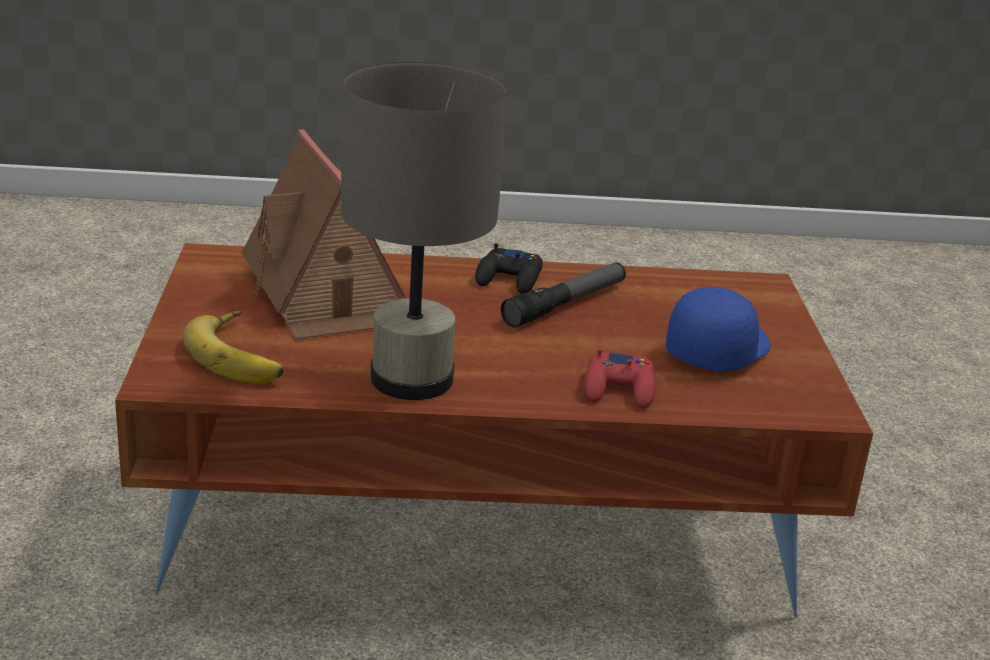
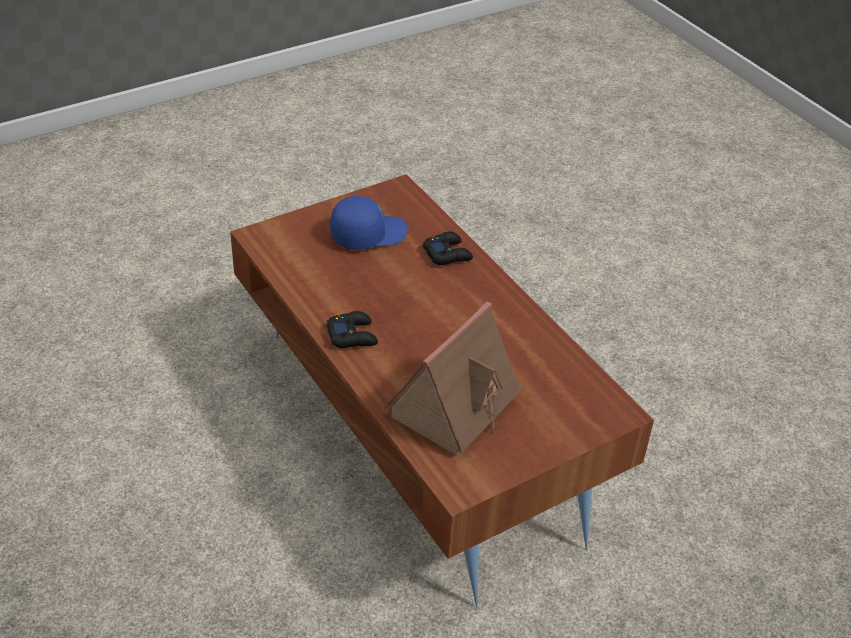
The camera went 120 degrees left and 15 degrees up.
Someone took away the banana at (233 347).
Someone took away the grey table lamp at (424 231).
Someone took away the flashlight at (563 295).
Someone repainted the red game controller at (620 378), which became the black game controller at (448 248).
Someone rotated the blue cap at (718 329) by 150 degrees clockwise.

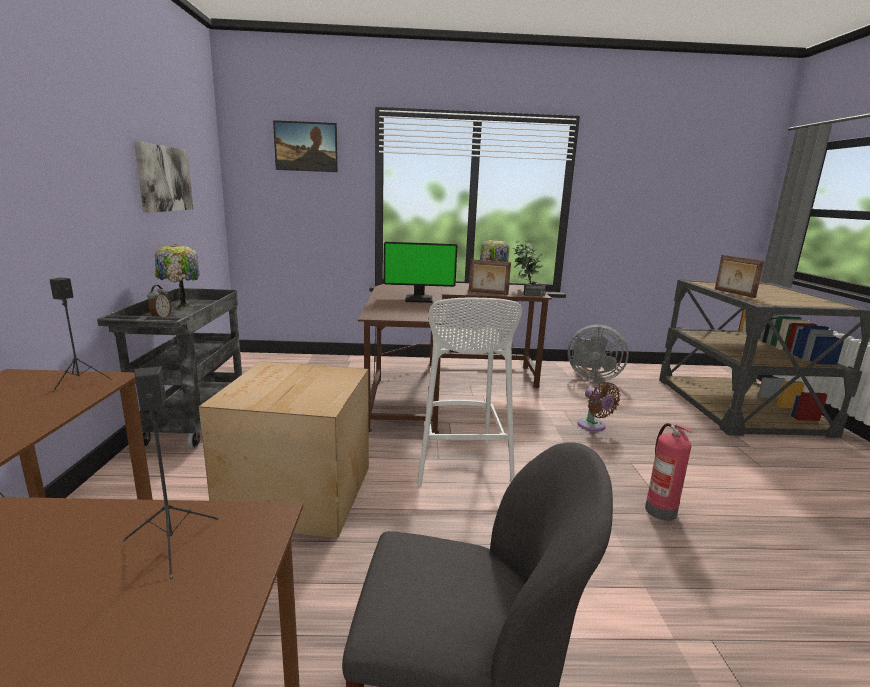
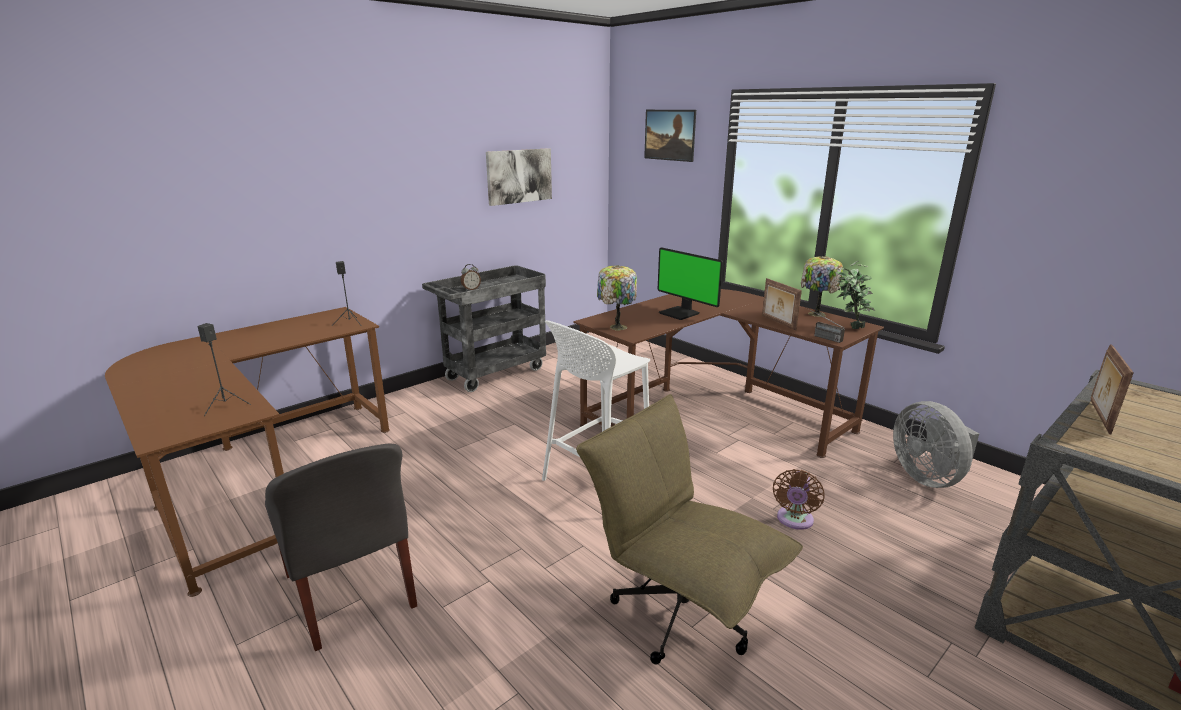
The camera went 50 degrees right and 5 degrees up.
Someone took away the cardboard box at (284 449).
Someone carried the table lamp from (177 276) to (617 298).
Someone swapped the fire extinguisher at (668 471) for the beige office chair at (689 529).

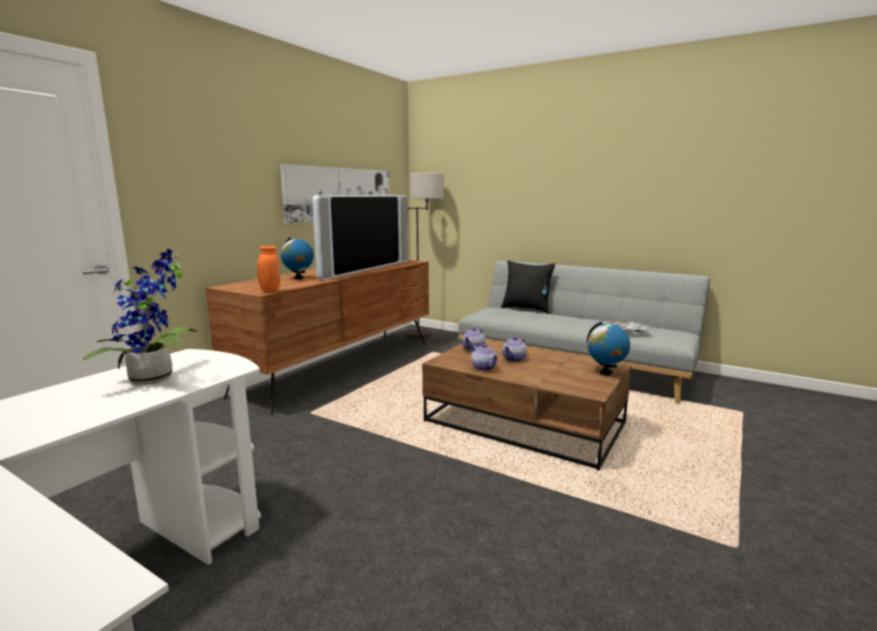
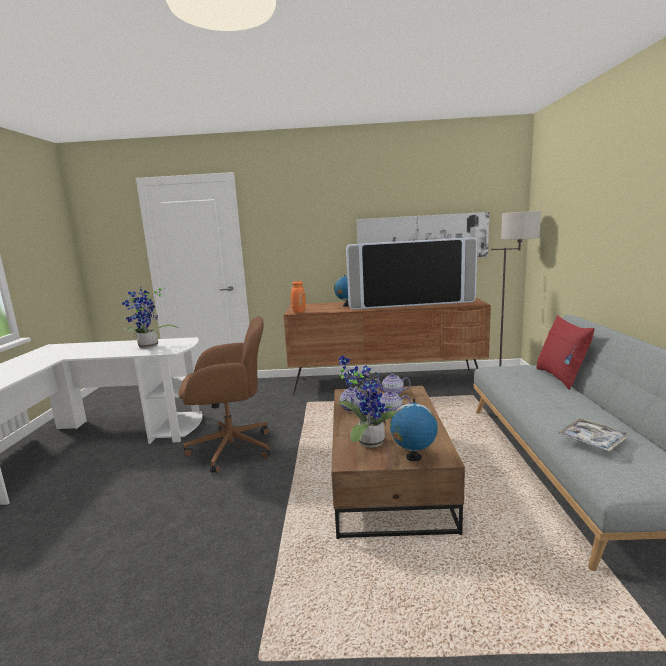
The camera went 60 degrees right and 0 degrees up.
Someone put down the brown office chair at (224 394).
Someone put down the potted plant at (366 402).
Someone repainted the black pillow at (528 287), which became the red pillow at (566 352).

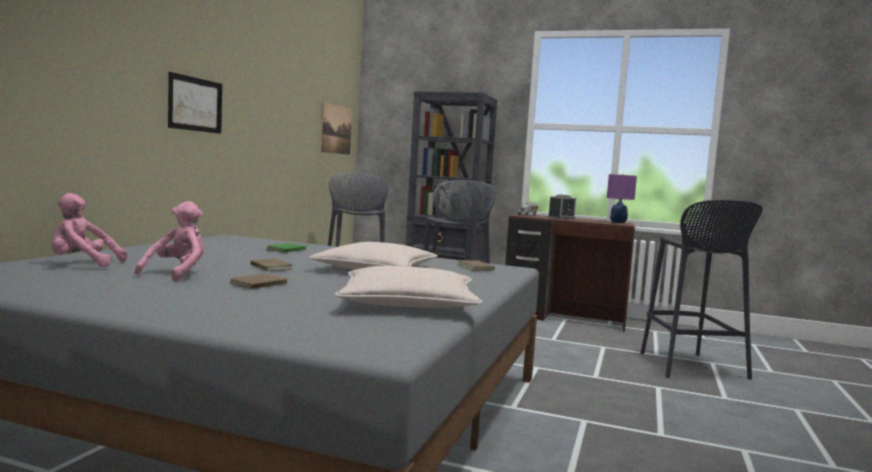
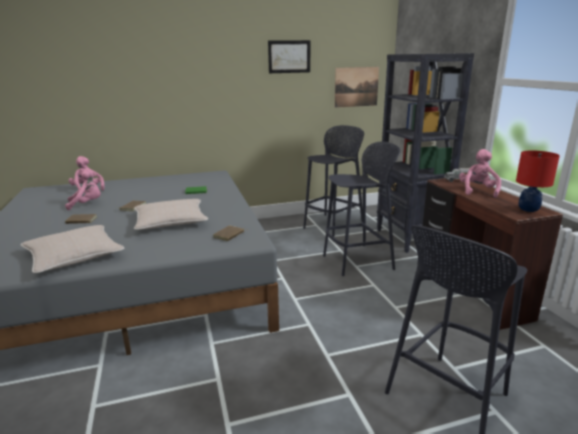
The camera went 55 degrees right and 15 degrees up.
Someone carried the picture from (195 103) to (289 56).
Someone swapped the alarm clock at (562 207) for the pink plush toy at (480 173).
Someone repainted the purple table lamp at (622 198), which became the red table lamp at (538 181).

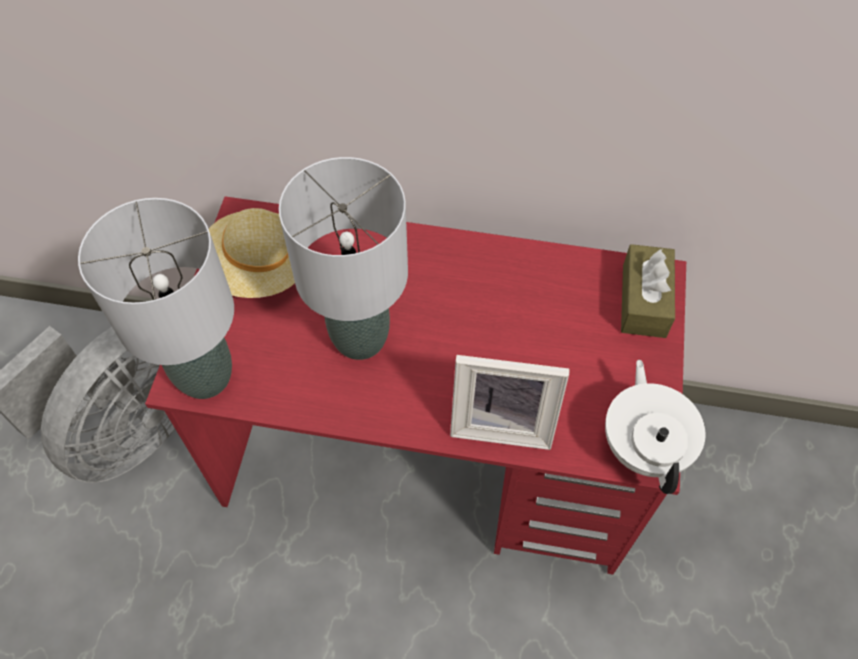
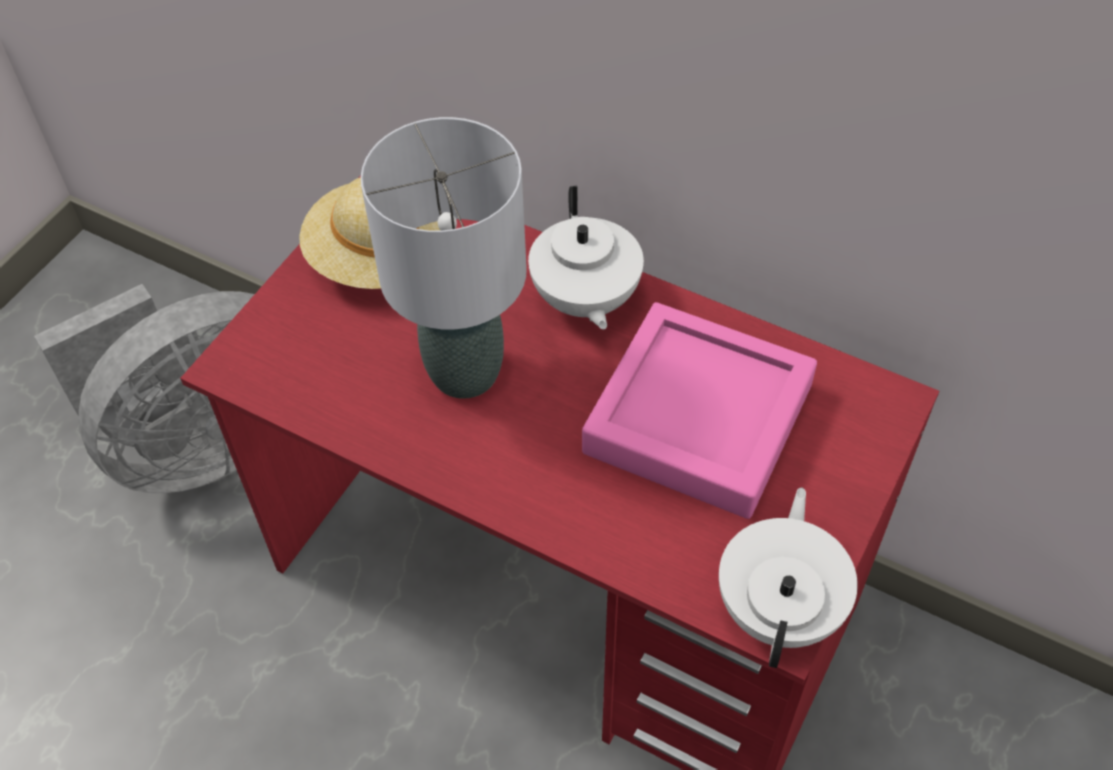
The camera went 20 degrees right and 5 degrees down.
Someone took away the grey table lamp at (156 298).
Someone took away the picture frame at (510 402).
Someone took away the brown tissue box at (648 291).
Someone put down the white teapot at (586 258).
Someone put down the pink tray at (699 410).

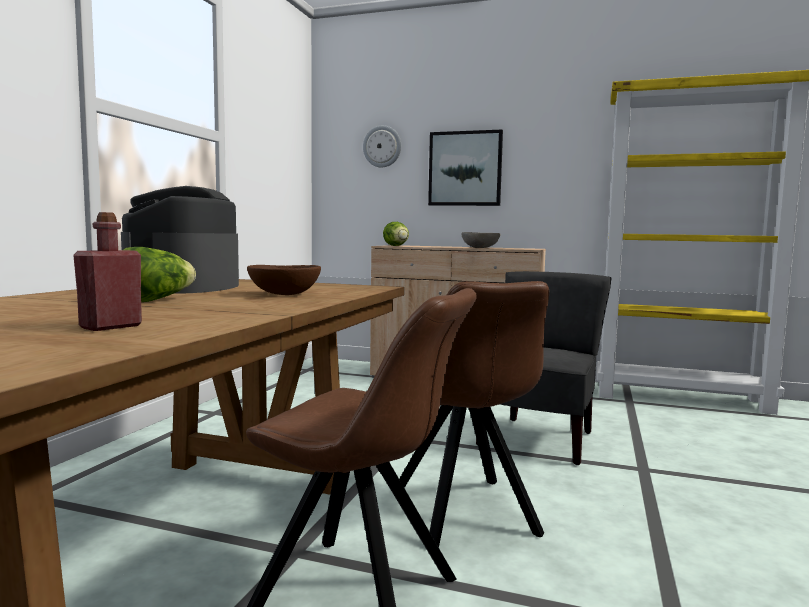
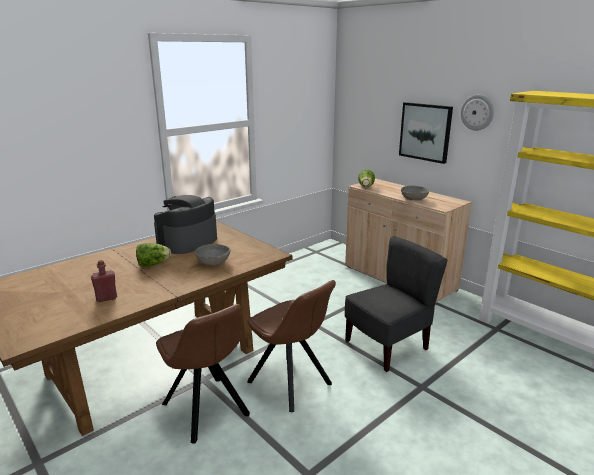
The camera went 30 degrees right and 15 degrees up.
Someone carried the wall clock from (382 146) to (477 113).
Someone repainted the brown bowl at (284 280), which became the grey bowl at (212 255).
Someone rotated the brown chair at (474 414) by 60 degrees counterclockwise.

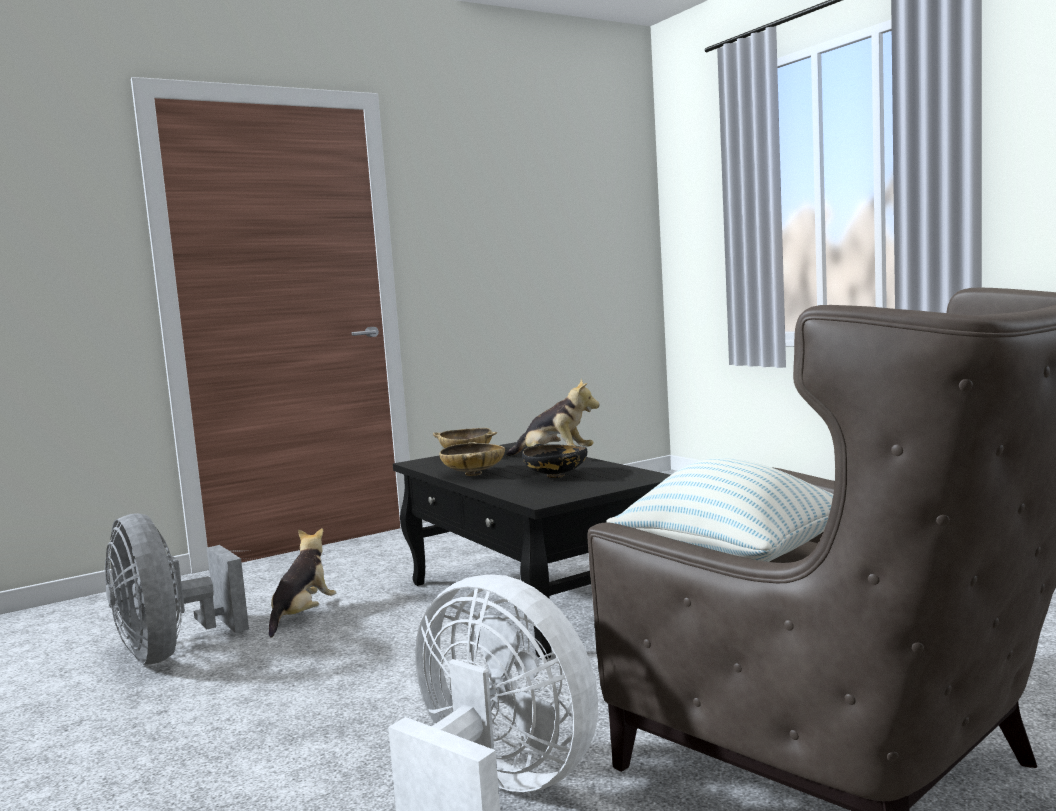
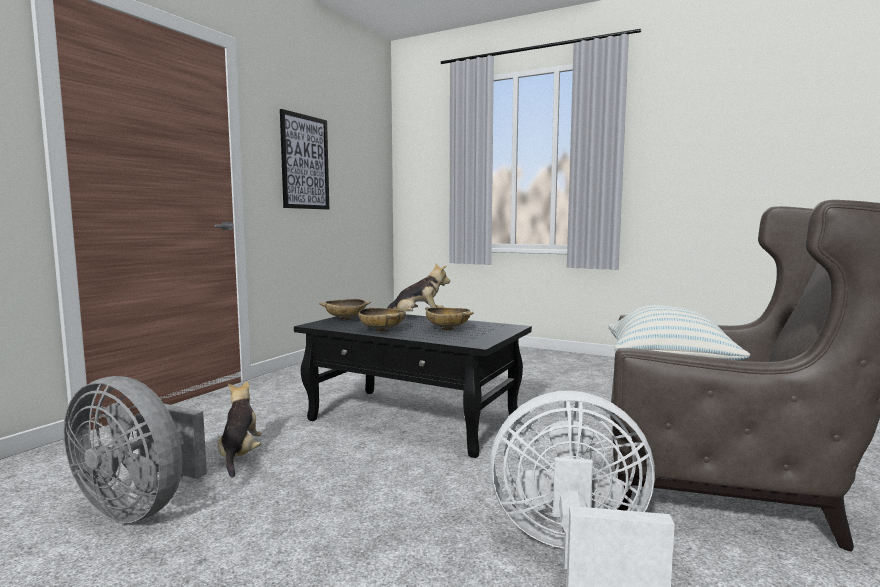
The camera went 30 degrees left and 0 degrees up.
Someone put up the picture at (304 159).
Someone repainted the black bowl at (554 461), which became the beige bowl at (449 318).

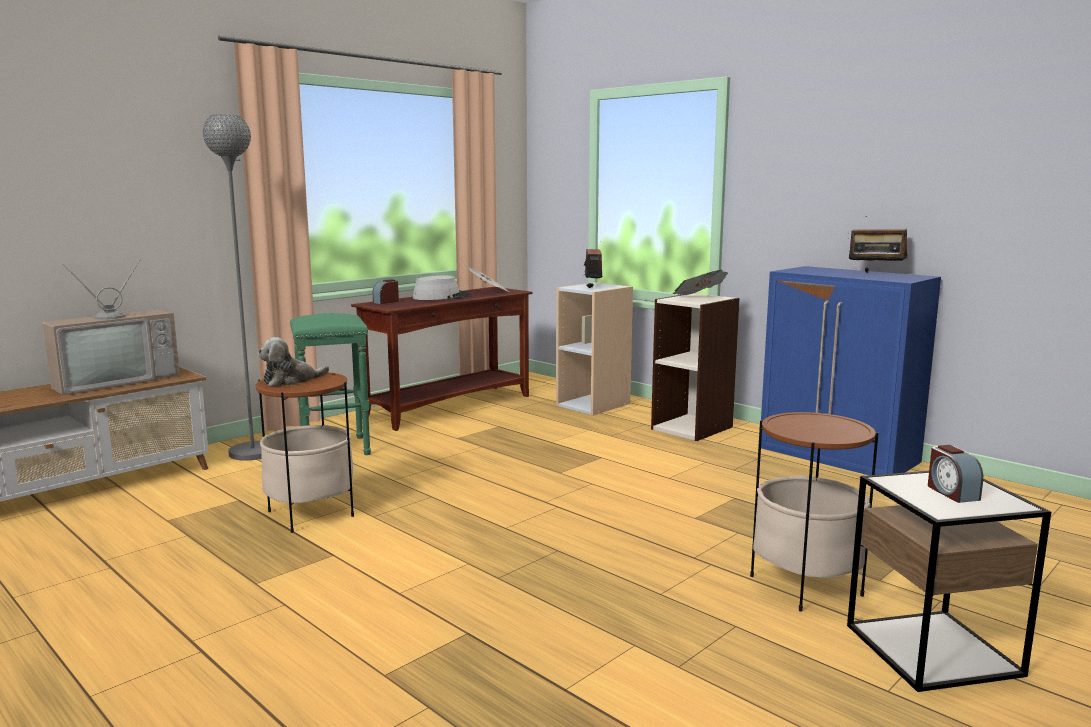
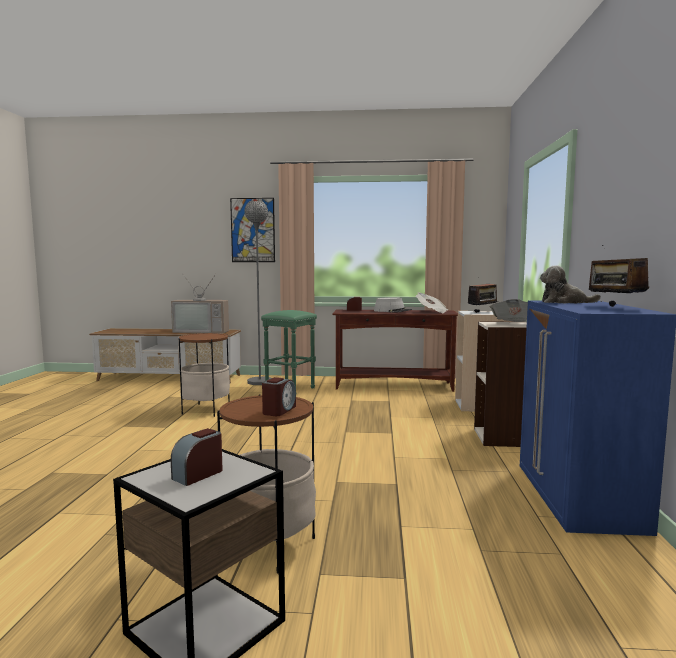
The camera went 50 degrees right and 5 degrees down.
Someone put up the picture at (252 230).
Someone put down the alarm clock at (279 396).
Someone carried the plush toy from (293 362) to (570 284).

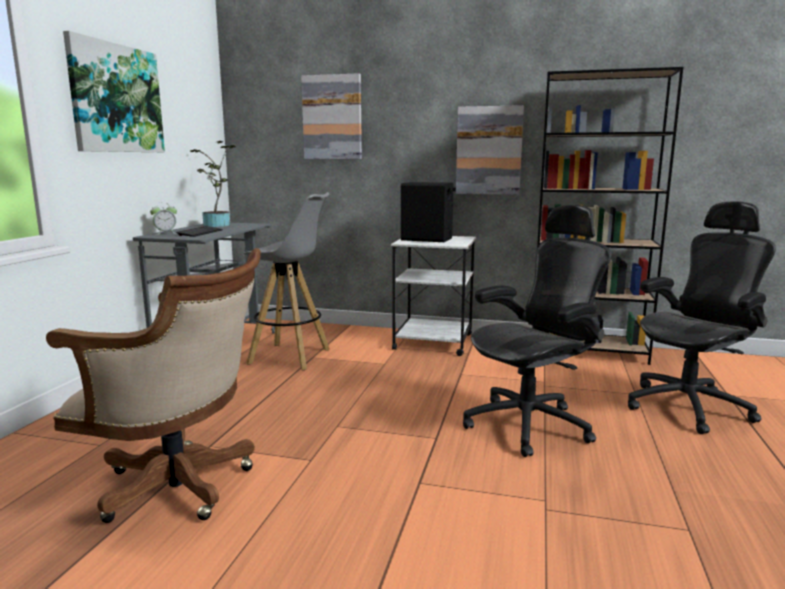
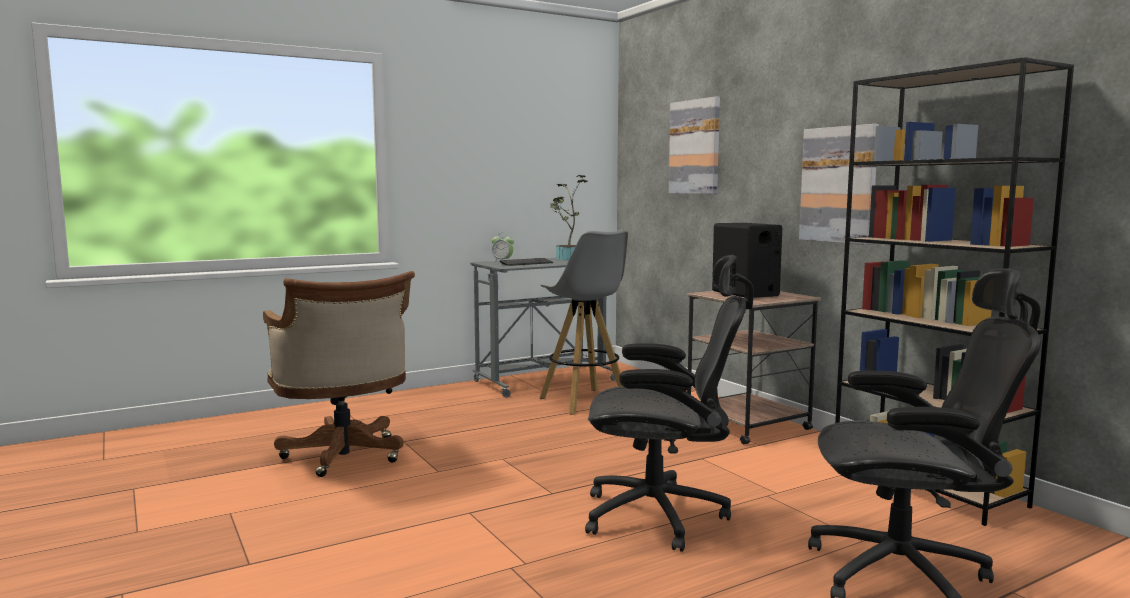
The camera went 45 degrees right and 5 degrees down.
Someone took away the picture at (114 91).
Someone repainted the white cart at (433 296), which became the brown cart at (754 367).

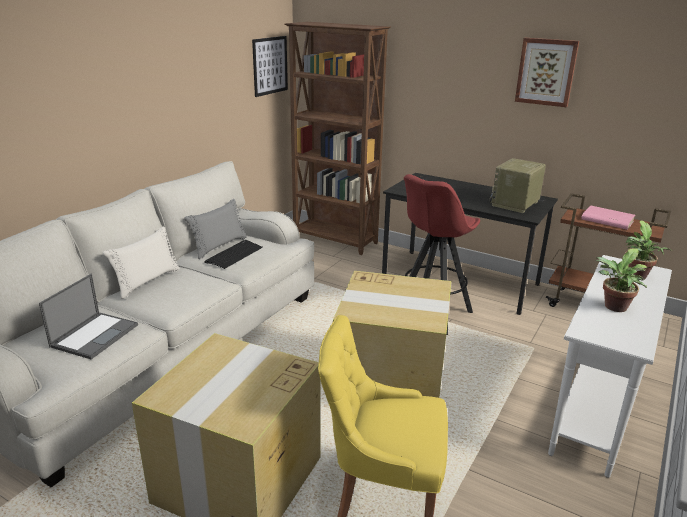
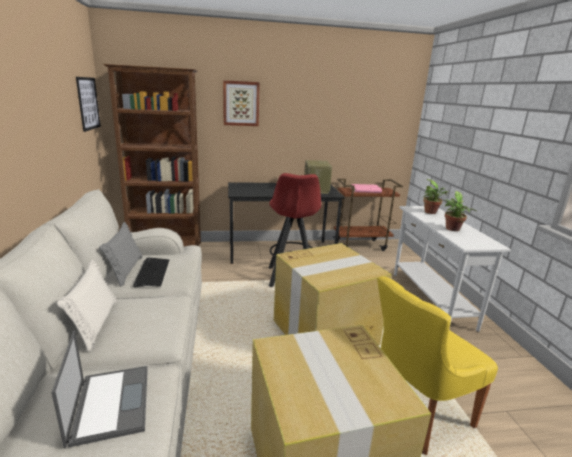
The camera went 40 degrees left and 5 degrees down.
Someone carried the picture from (547 72) to (241 103).

